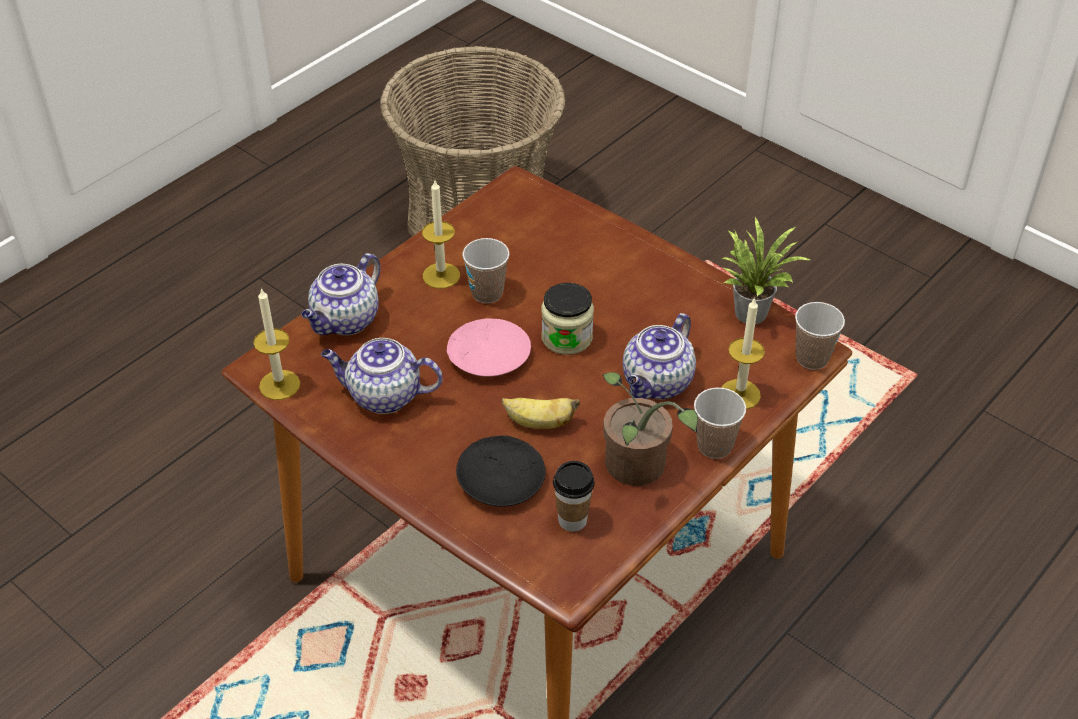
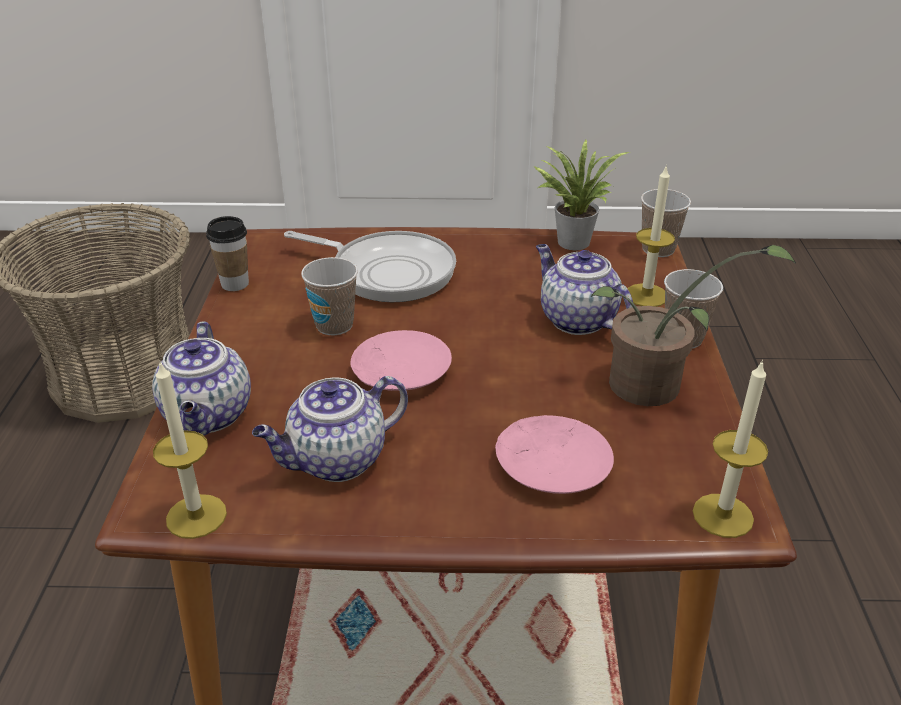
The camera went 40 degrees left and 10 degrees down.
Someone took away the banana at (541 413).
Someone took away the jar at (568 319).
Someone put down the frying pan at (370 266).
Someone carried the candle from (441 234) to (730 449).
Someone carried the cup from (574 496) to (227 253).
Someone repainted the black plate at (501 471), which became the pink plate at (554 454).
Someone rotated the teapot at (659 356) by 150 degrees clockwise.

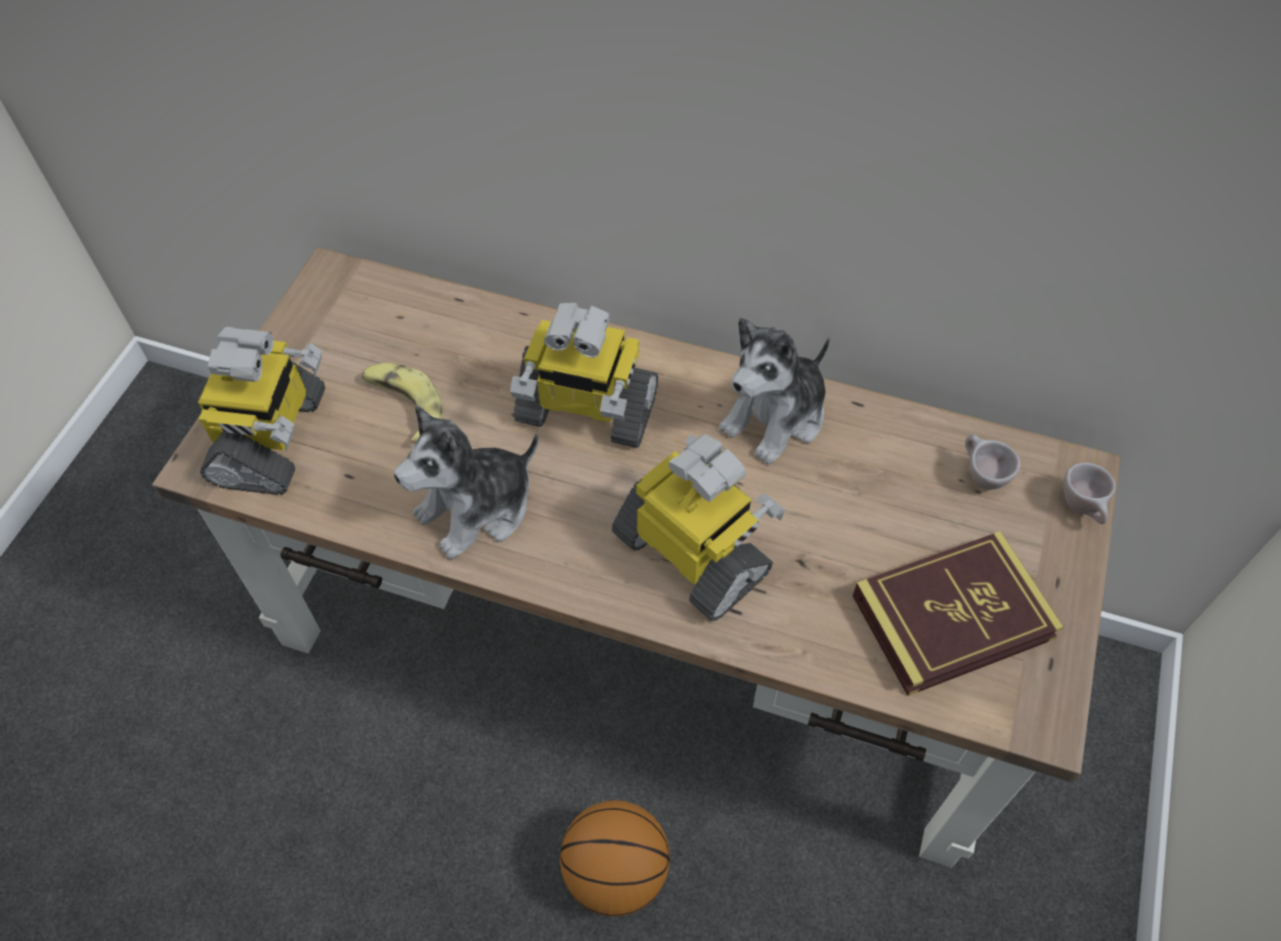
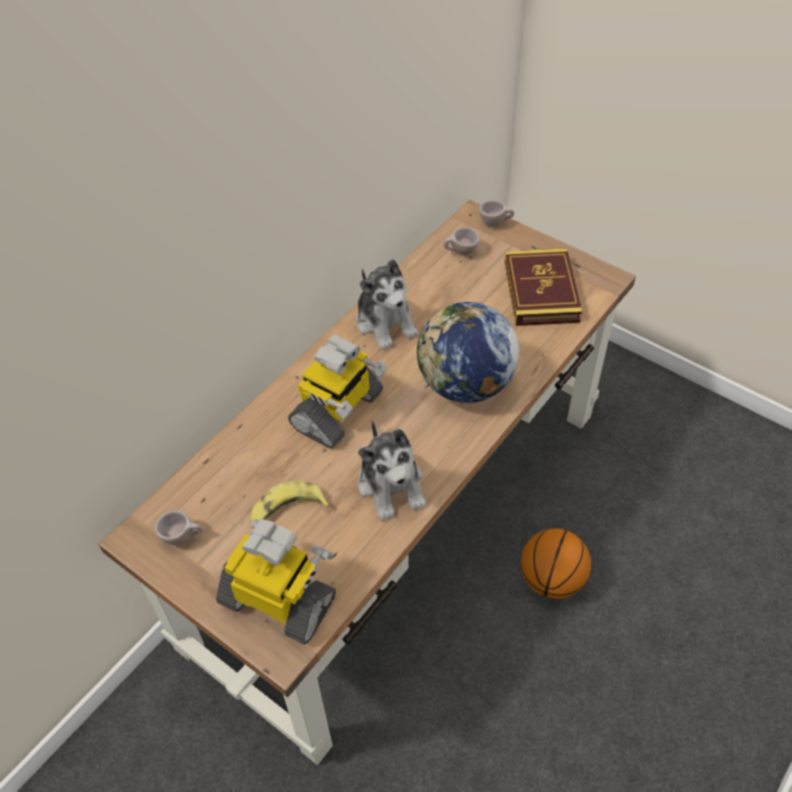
The camera went 70 degrees left and 5 degrees down.
Someone put down the beige cup at (179 528).
Someone swapped the toy robot at (698 527) for the globe at (468 352).

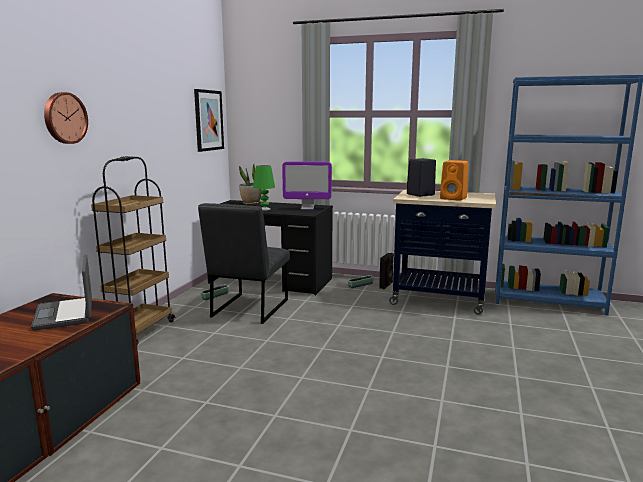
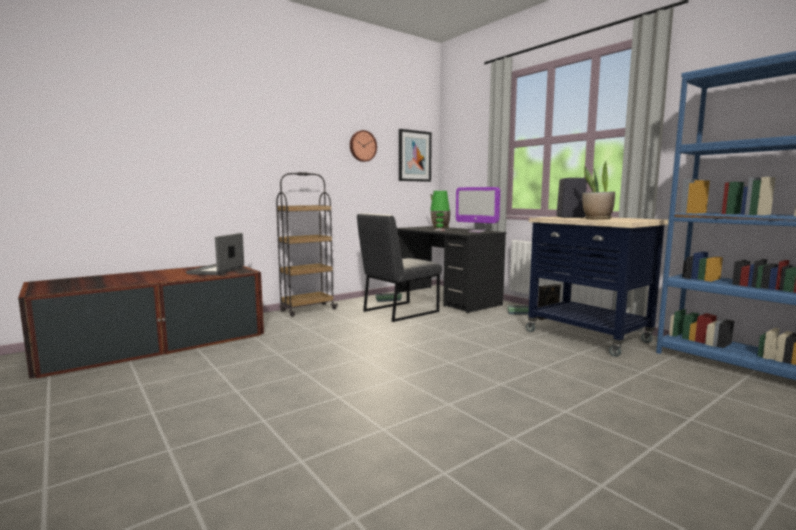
The camera went 35 degrees right and 5 degrees down.
Someone carried the wall clock from (66 118) to (363 146).
Someone swapped the orange speaker at (454 180) for the potted plant at (598 190).

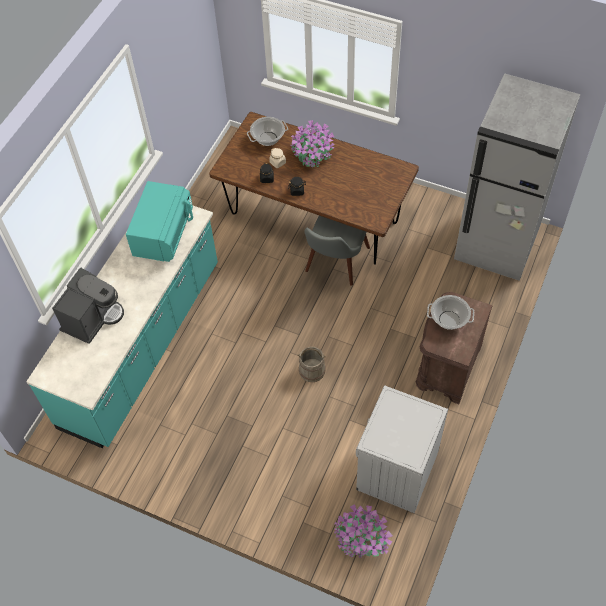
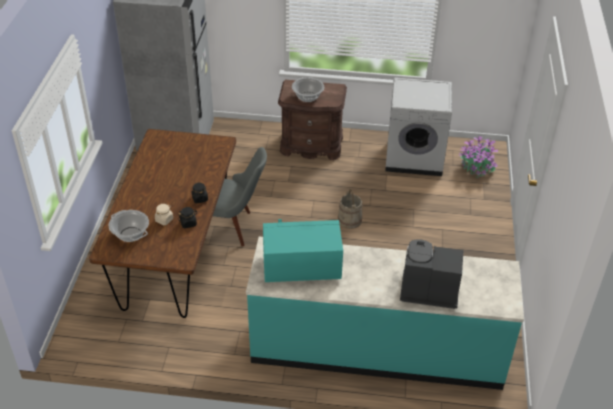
The camera went 110 degrees left and 15 degrees down.
Someone took away the potted plant at (312 144).

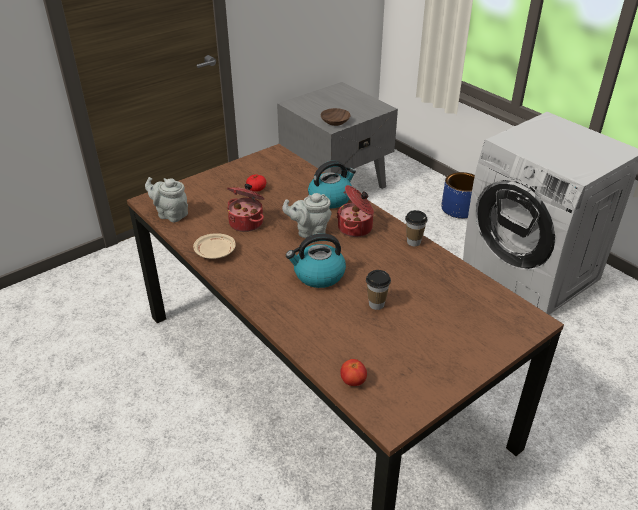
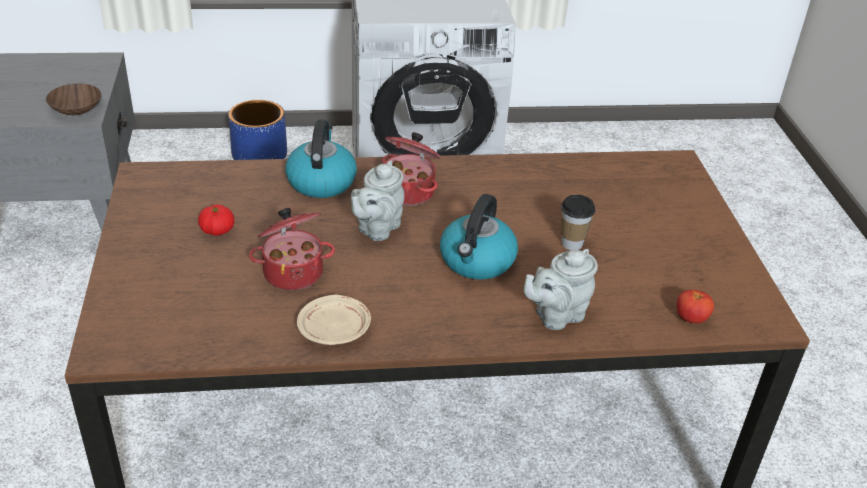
The camera went 60 degrees left and 0 degrees up.
Someone took away the cup at (416 228).
Someone carried the grey teapot from (166 199) to (561 289).

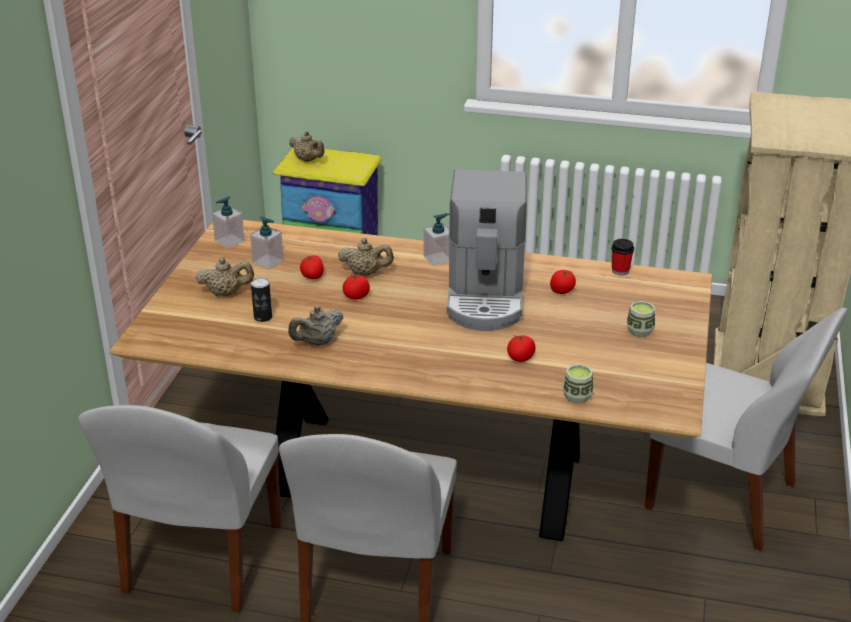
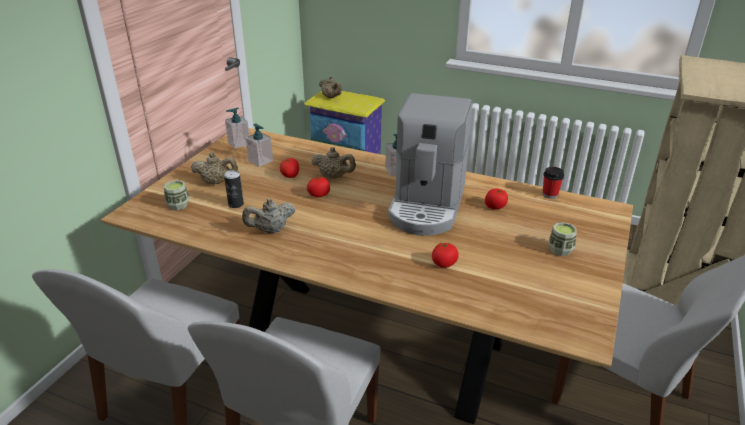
The camera went 10 degrees right and 0 degrees up.
Someone carried the cup from (578 384) to (176 195).

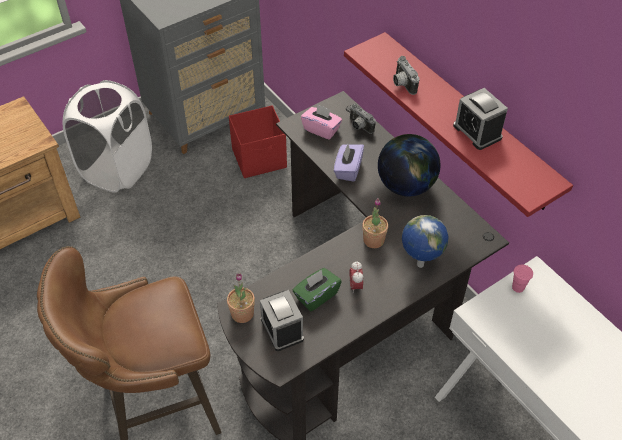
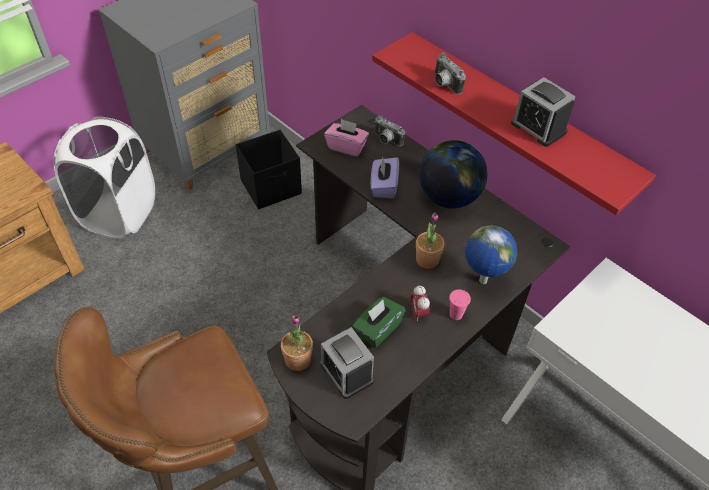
The camera went 10 degrees left and 0 degrees up.
Someone carried the pink cup from (522 279) to (460 304).
Someone repainted the red storage box at (258 141), which became the black storage box at (269 169).

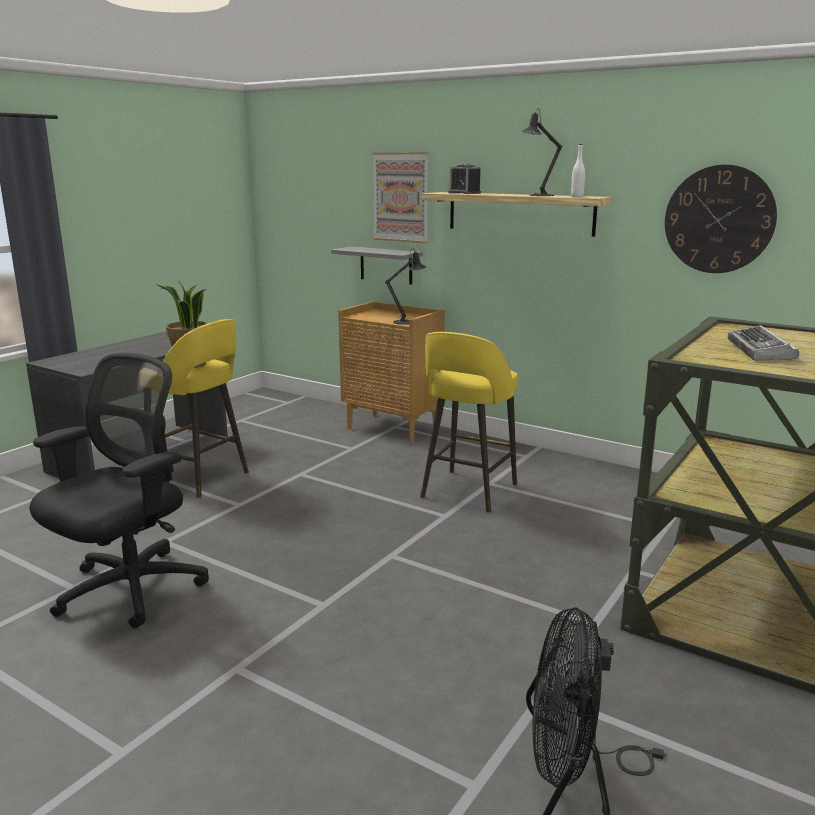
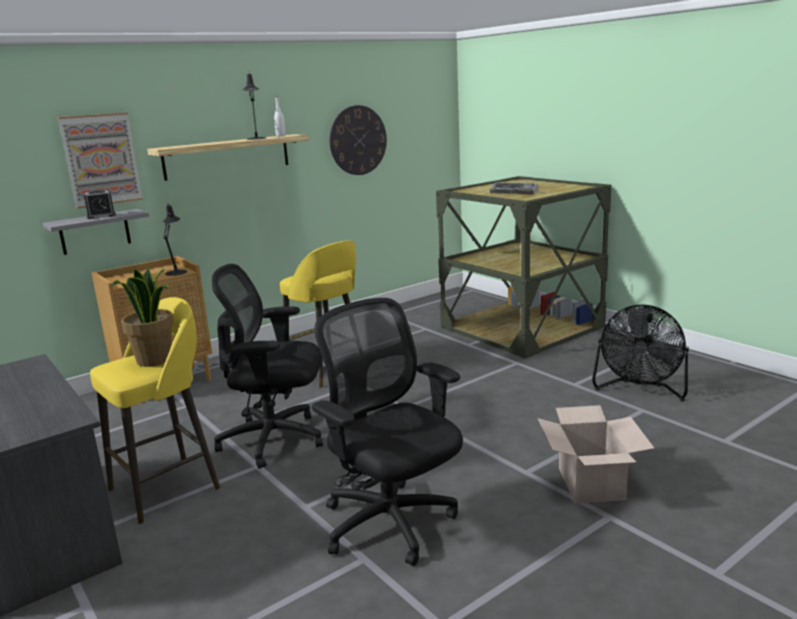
The camera went 70 degrees left and 0 degrees up.
Someone put down the black office chair at (267 366).
Someone put down the cardboard box at (596 454).
Someone carried the alarm clock from (464 179) to (100 204).

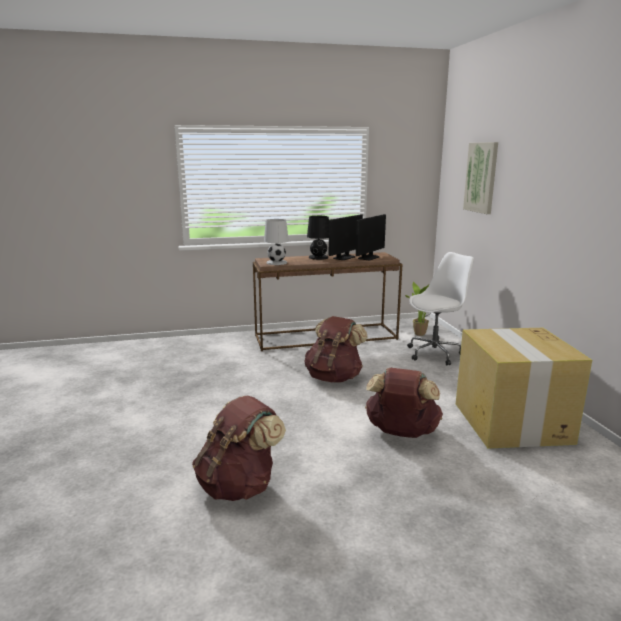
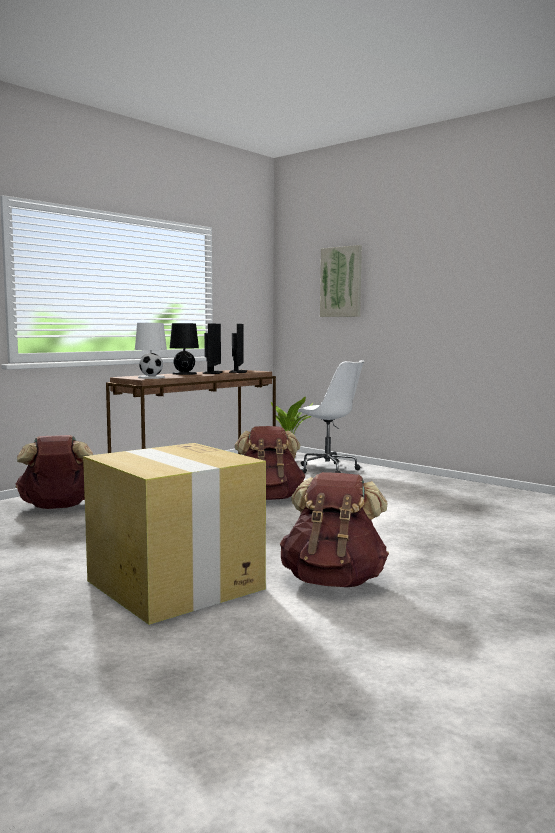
The camera went 35 degrees left and 10 degrees down.
Someone carried the brown backpack from (404 403) to (54 472).
Someone carried the cardboard box from (524 388) to (174 534).
Someone rotated the white office chair at (440 308) by 105 degrees clockwise.

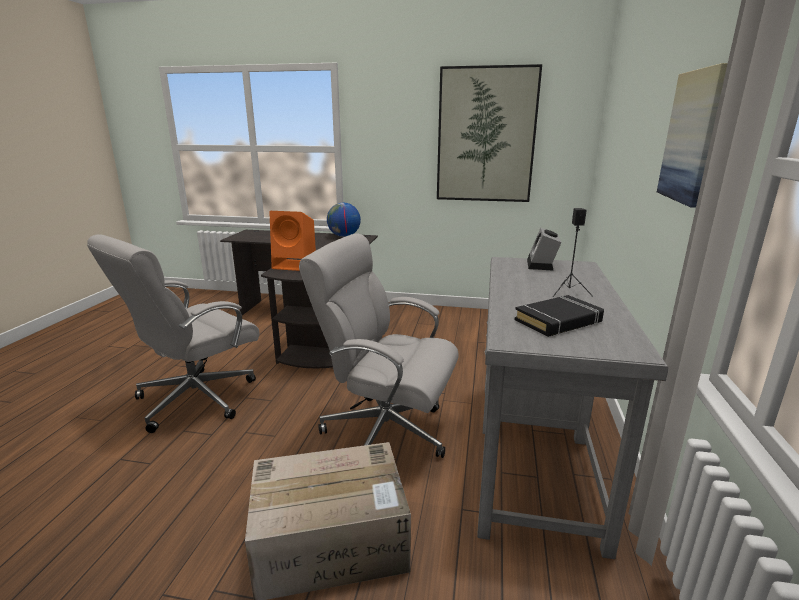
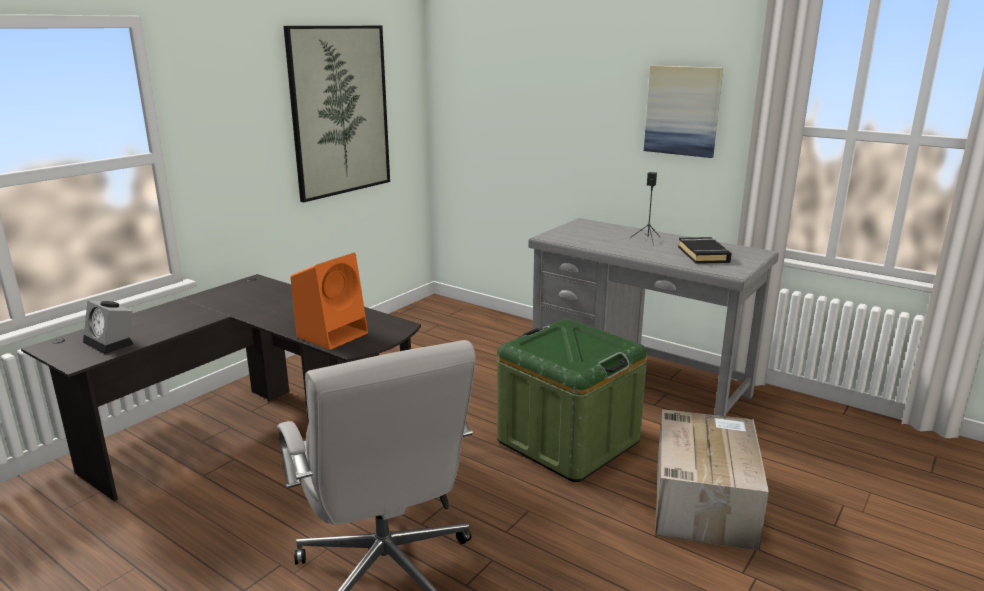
The camera went 65 degrees left and 0 degrees up.
Someone took away the globe at (344 220).
Someone carried the alarm clock from (544 249) to (108 327).
Someone swapped the grey office chair at (379 346) for the green storage box at (572 400).

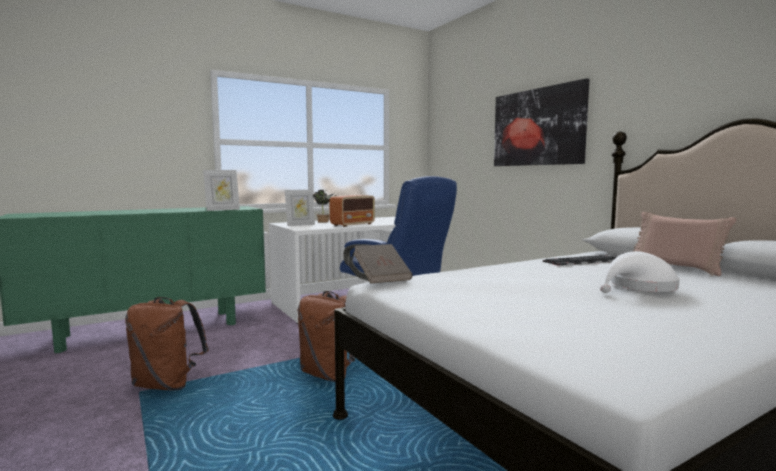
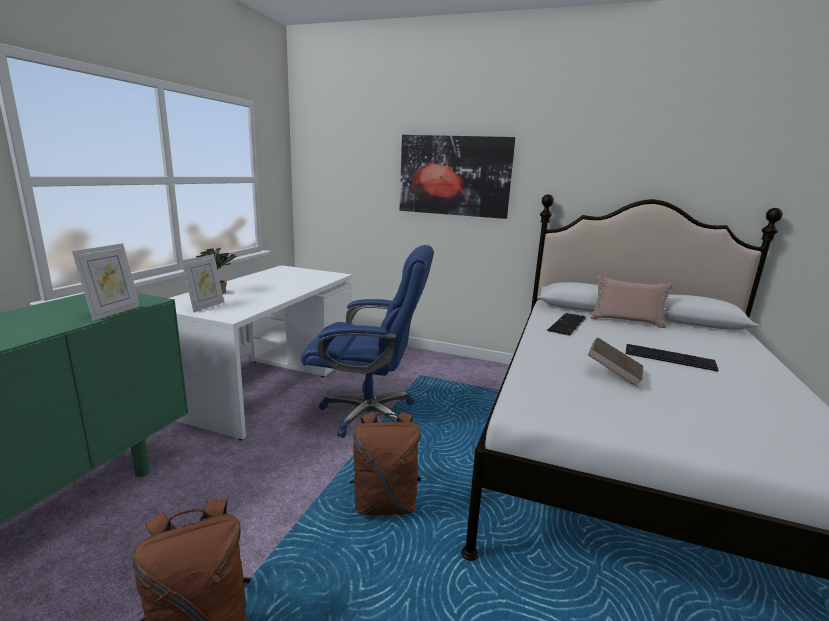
The camera went 40 degrees left and 10 degrees up.
Someone took away the radio at (352 211).
Someone carried the brown book from (383 263) to (615 361).
Someone swapped the white hat at (640 272) for the keyboard at (672 358).

